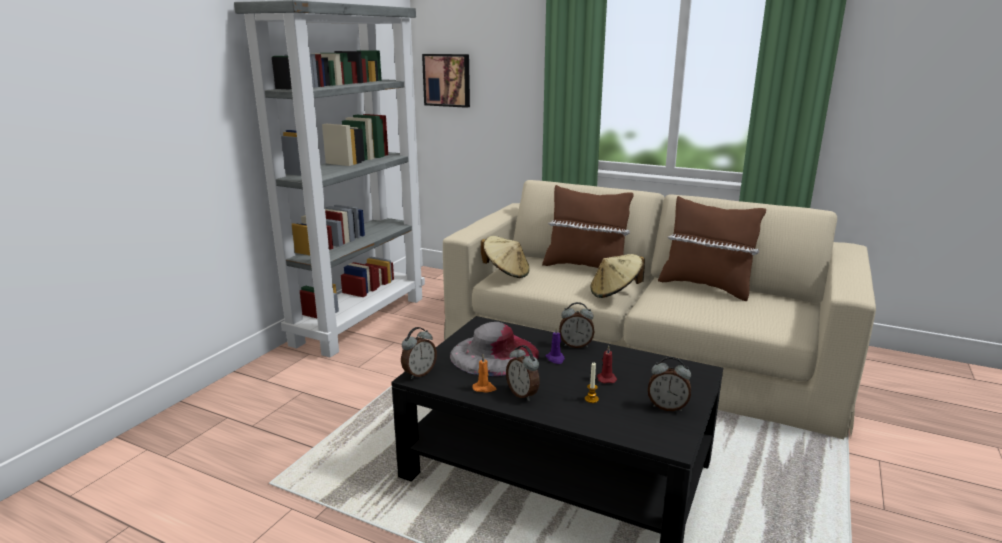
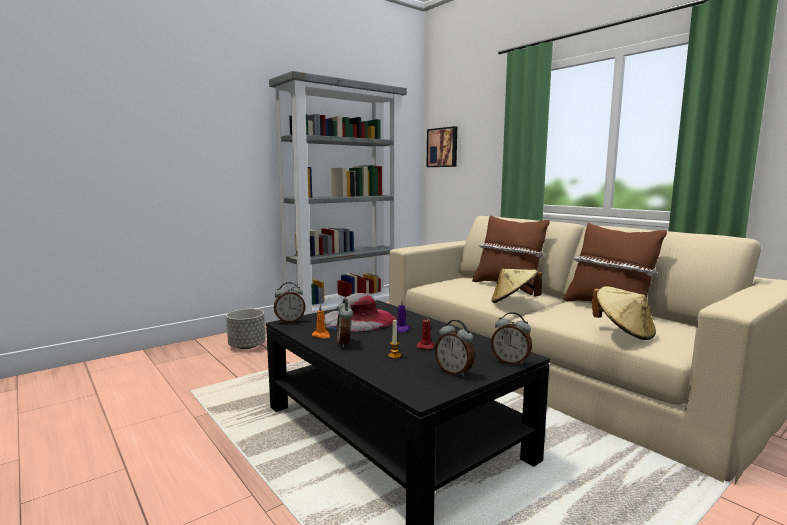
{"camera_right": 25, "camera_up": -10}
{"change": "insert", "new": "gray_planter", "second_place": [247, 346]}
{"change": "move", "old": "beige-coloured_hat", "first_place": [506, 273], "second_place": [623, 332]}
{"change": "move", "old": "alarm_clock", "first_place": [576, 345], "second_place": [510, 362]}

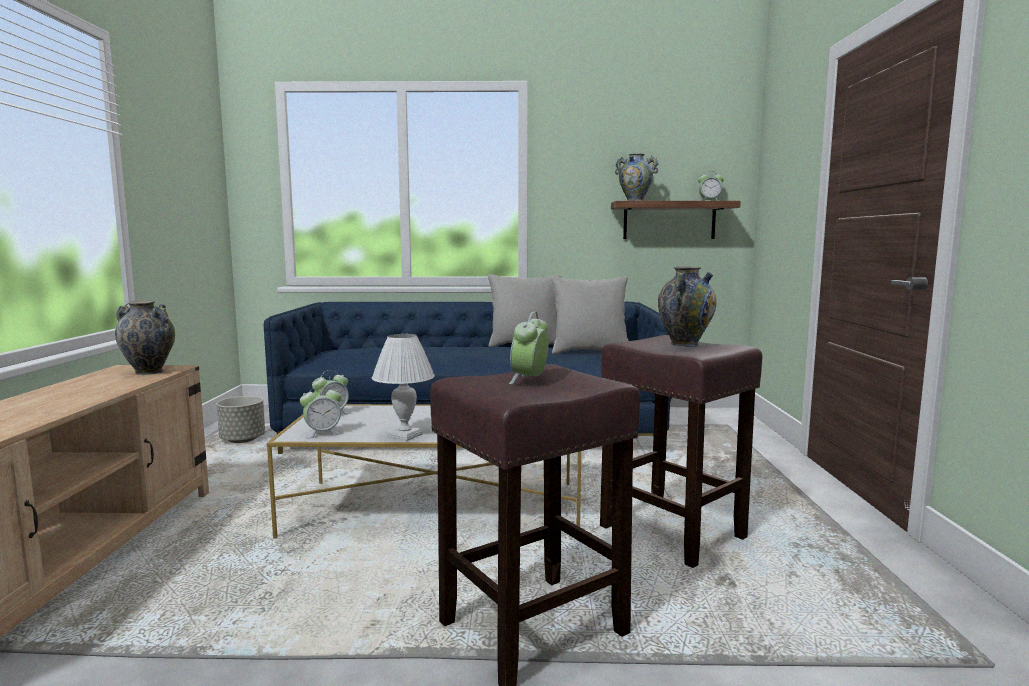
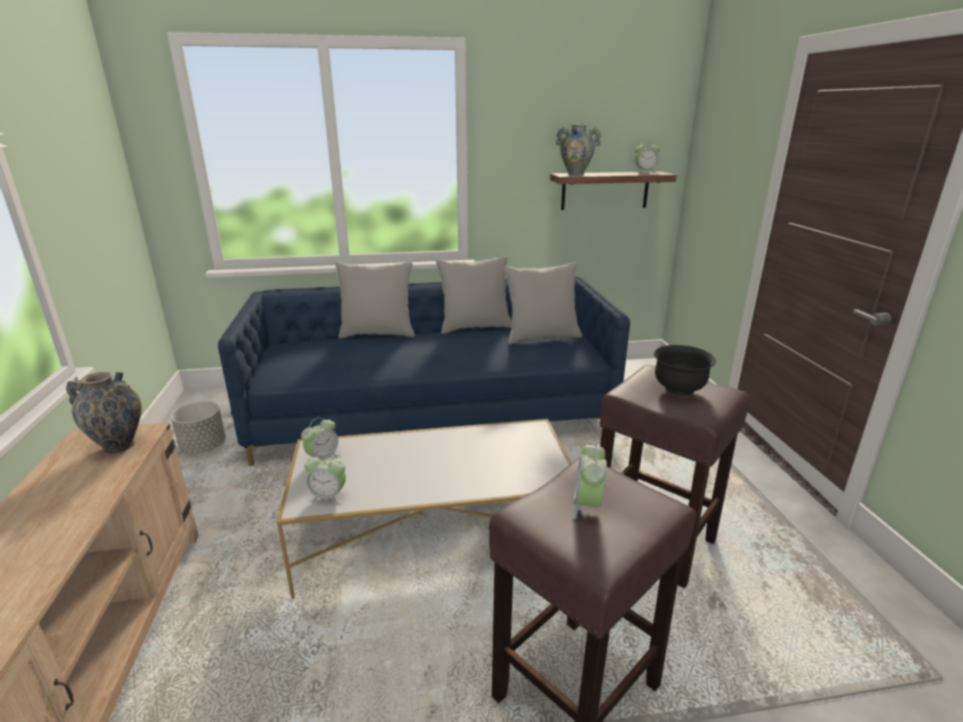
{"camera_right": -10, "camera_up": 15}
{"change": "delete", "old": "white-coloured_tabletop_lamp", "first_place": [404, 435]}
{"change": "insert", "new": "gray_throw_pillow", "second_place": [378, 334]}
{"change": "replace", "old": "vase", "new": "black_serving_bowl", "first_place": [684, 344], "second_place": [678, 389]}
{"change": "rotate", "old": "alarm_clock", "first_place": [323, 433], "second_place": [328, 497], "degrees": 45}

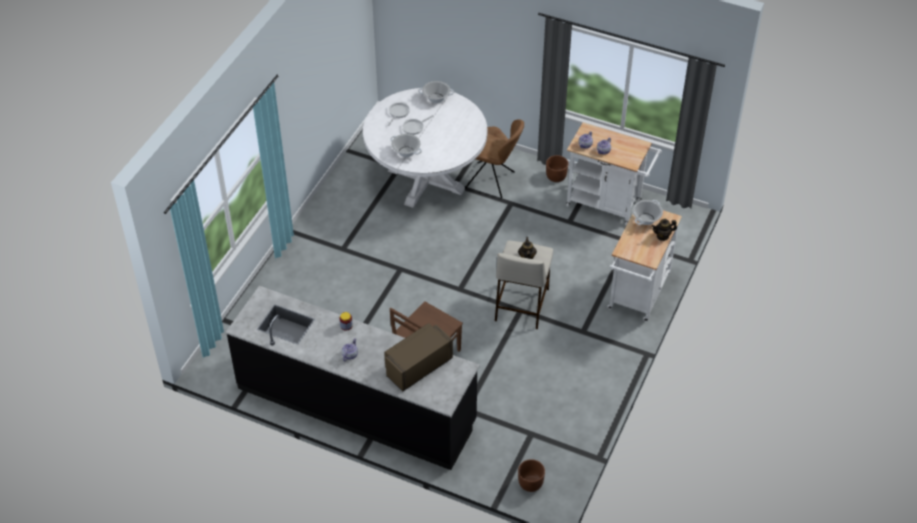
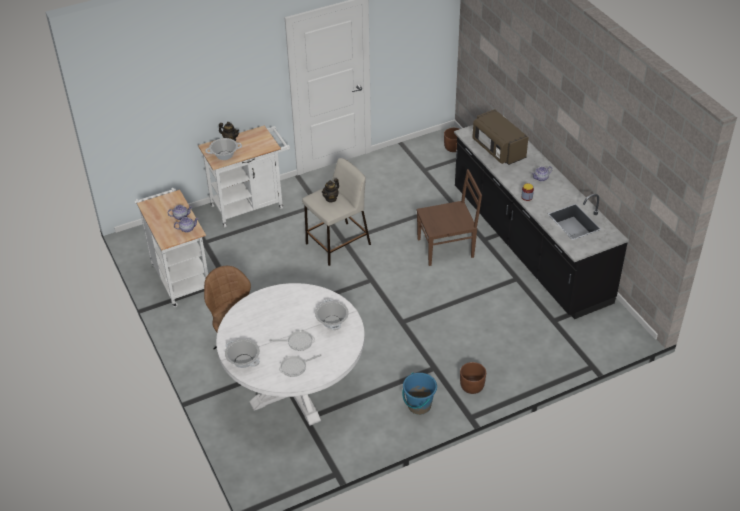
{"camera_right": -140, "camera_up": -5}
{"change": "insert", "new": "blue-coloured_bucket", "second_place": [419, 405]}
{"change": "move", "old": "brown-coloured_planter", "first_place": [556, 176], "second_place": [472, 386]}
{"change": "rotate", "old": "brown-coloured_kitchen_microwave", "first_place": [417, 366], "second_place": [498, 149], "degrees": 60}

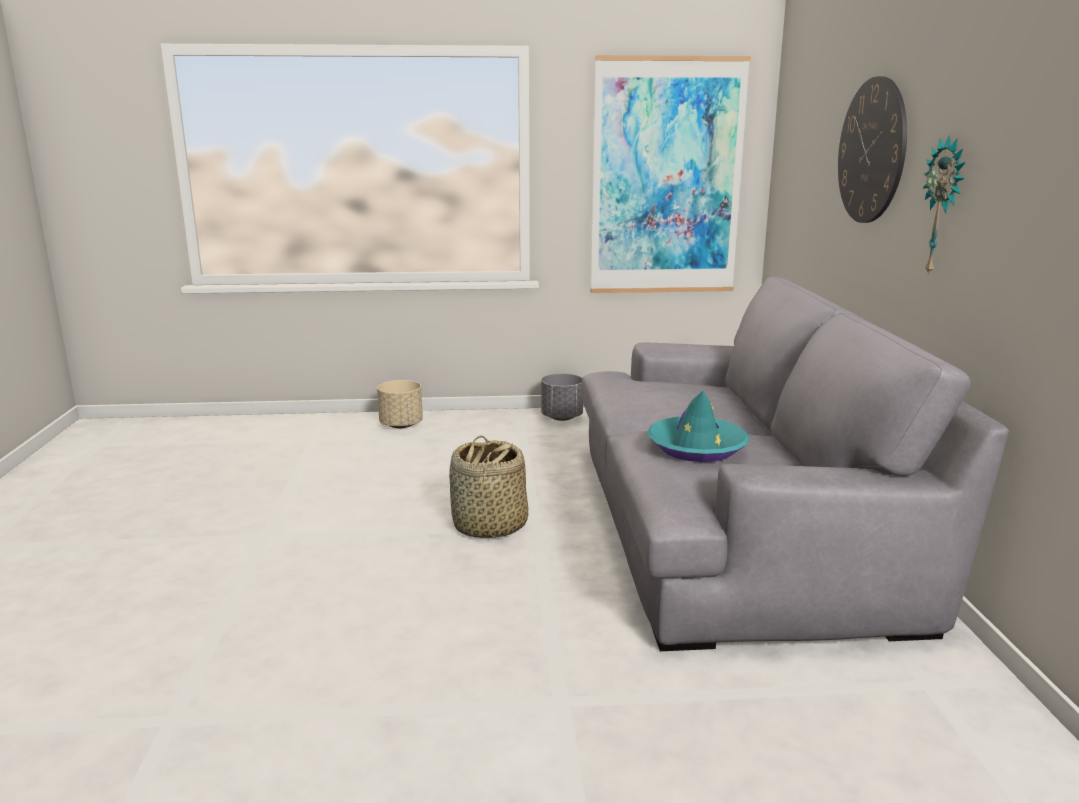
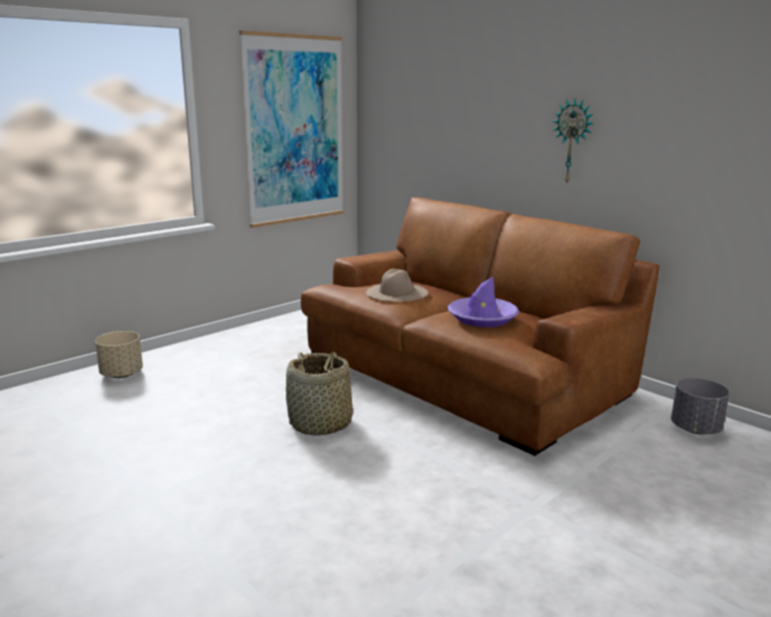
{"camera_right": -40, "camera_up": 0}
{"change": "delete", "old": "wall_clock", "first_place": [871, 151]}
{"change": "insert", "new": "beige-coloured_hat", "second_place": [396, 292]}
{"change": "move", "old": "gray_planter", "first_place": [562, 417], "second_place": [696, 429]}
{"change": "recolor", "old": "gray_couch", "new": "brown-coloured_couch", "first_place": [734, 526], "second_place": [463, 372]}
{"change": "recolor", "old": "turquoise_hat", "new": "purplish_hat", "first_place": [696, 448], "second_place": [482, 318]}

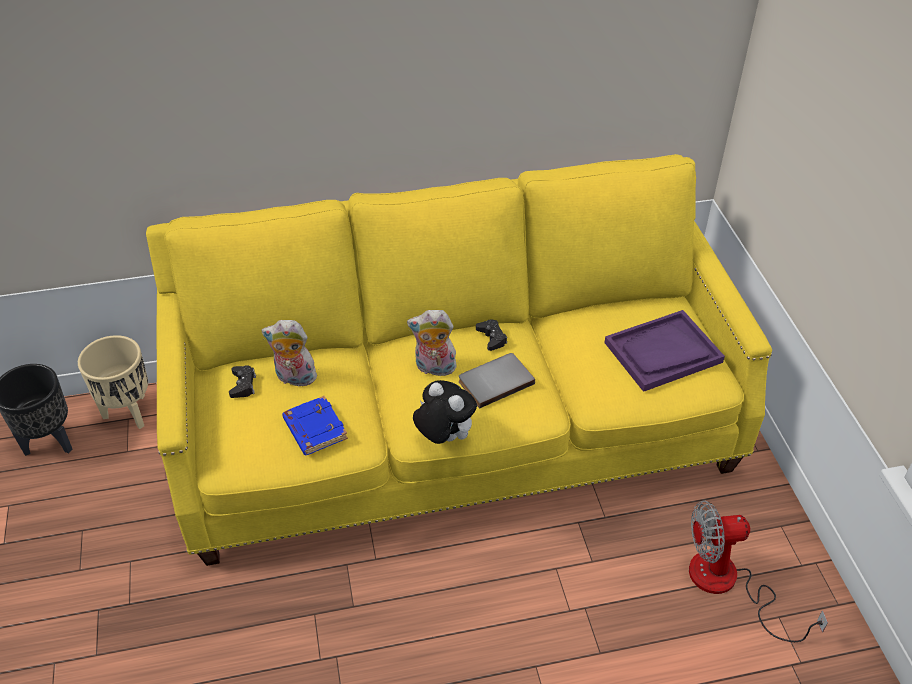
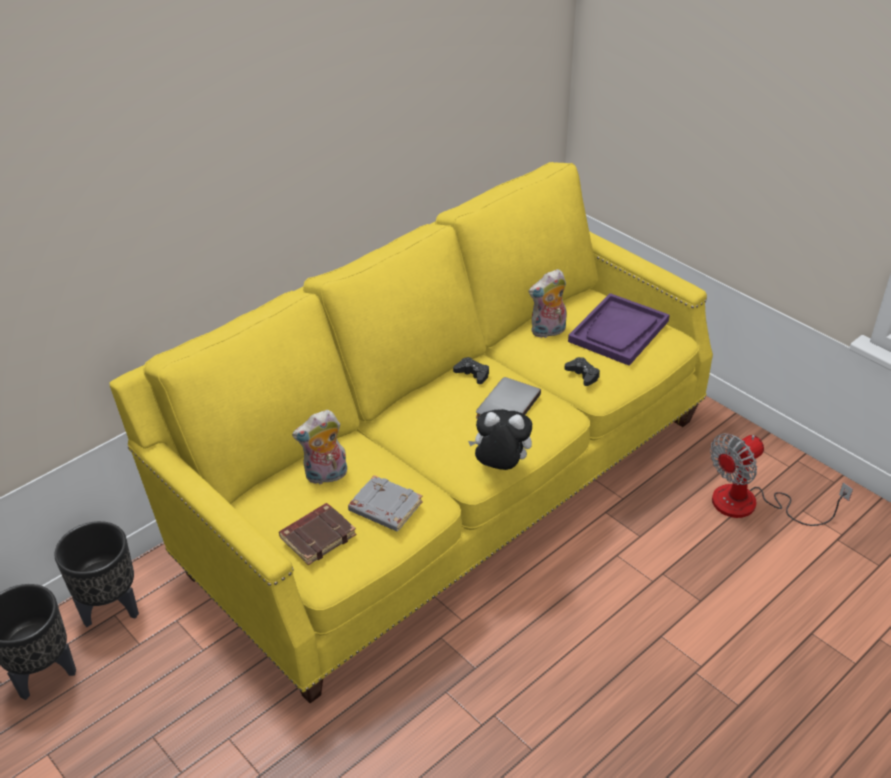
{"camera_right": -30, "camera_up": -5}
{"change": "insert", "new": "brown-coloured_volume", "second_place": [318, 536]}
{"change": "move", "old": "black_game_controller", "first_place": [243, 385], "second_place": [583, 375]}
{"change": "move", "old": "soft_toy", "first_place": [434, 368], "second_place": [548, 332]}
{"change": "recolor", "old": "beige-coloured_planter", "new": "black_planter", "first_place": [129, 412], "second_place": [111, 608]}
{"change": "recolor", "old": "blue-coloured_volume", "new": "gray_volume", "first_place": [314, 429], "second_place": [384, 508]}

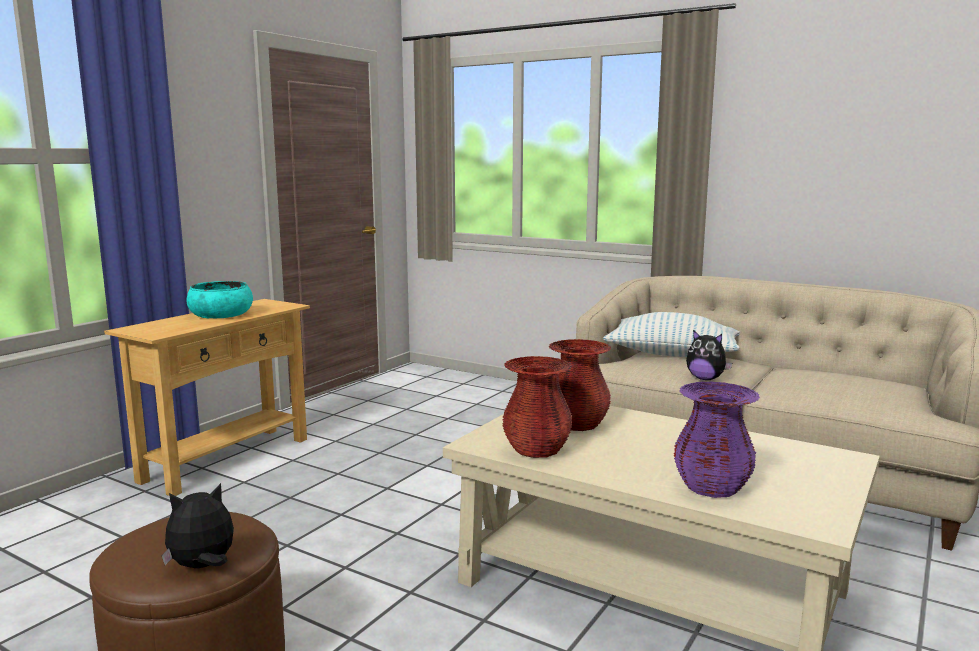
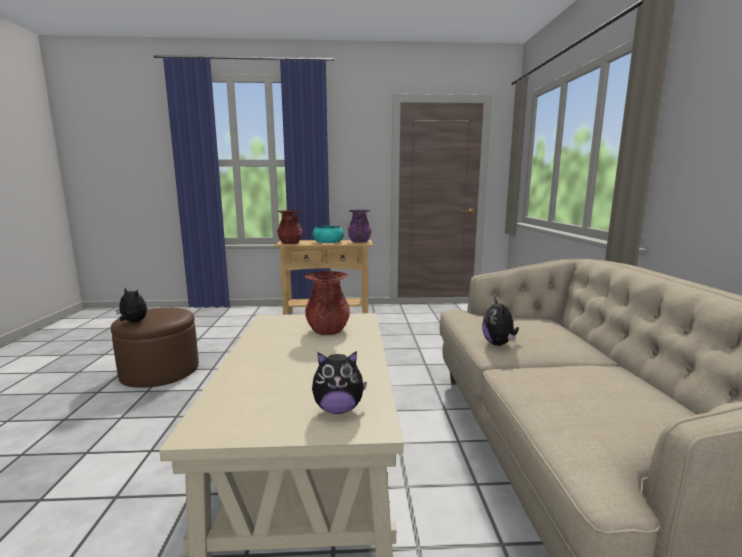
{"camera_right": 55, "camera_up": 0}
{"change": "delete", "old": "throw_pillow", "first_place": [671, 354]}
{"change": "insert", "new": "soft_toy", "second_place": [338, 409]}
{"change": "move", "old": "reddish_vase", "first_place": [536, 450], "second_place": [290, 243]}
{"change": "move", "old": "purplish_vase", "first_place": [712, 488], "second_place": [359, 241]}

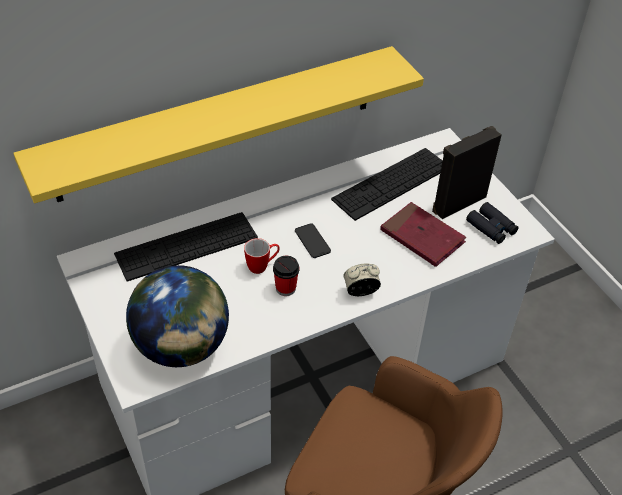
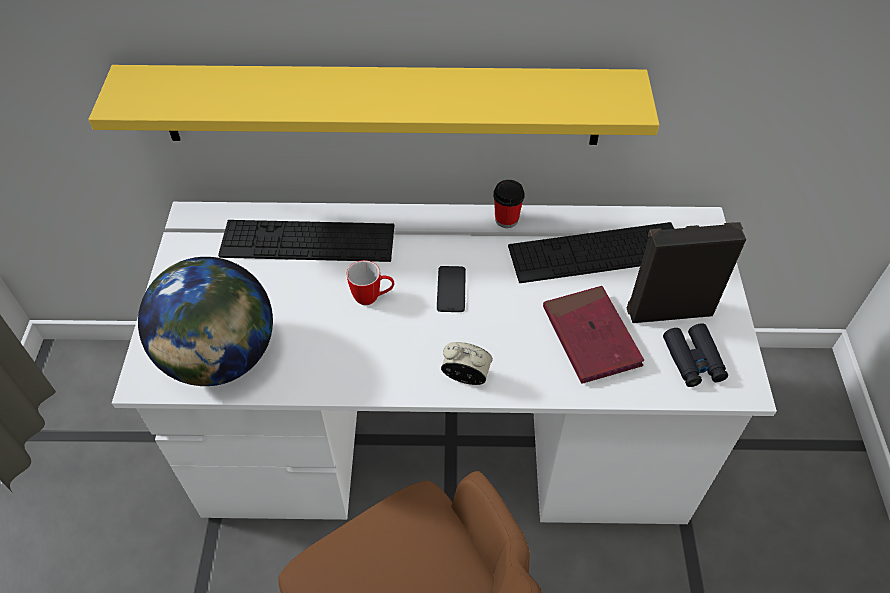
{"camera_right": 30, "camera_up": 5}
{"change": "move", "old": "drinking_cup", "first_place": [285, 288], "second_place": [506, 219]}

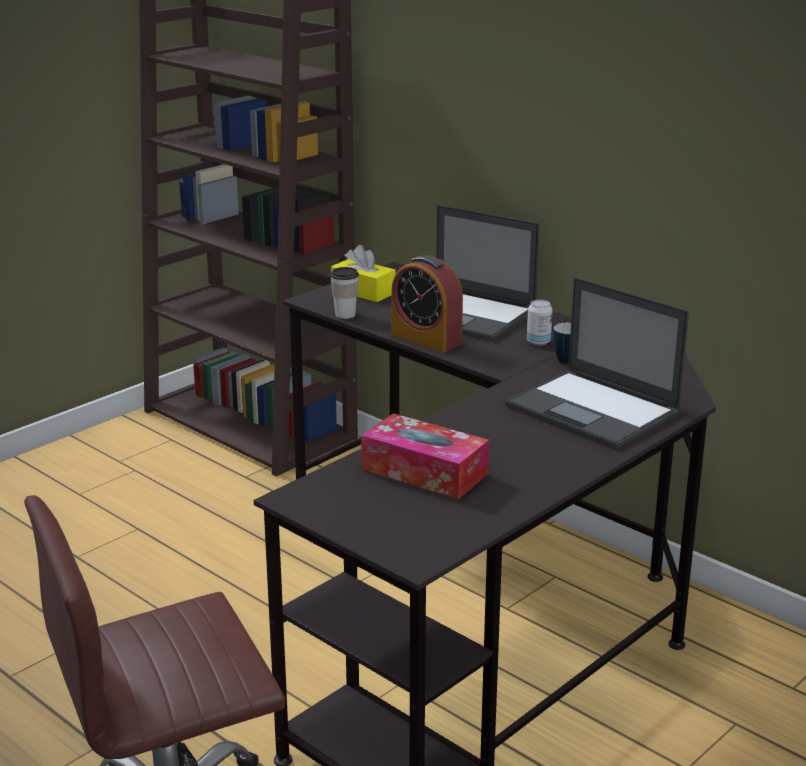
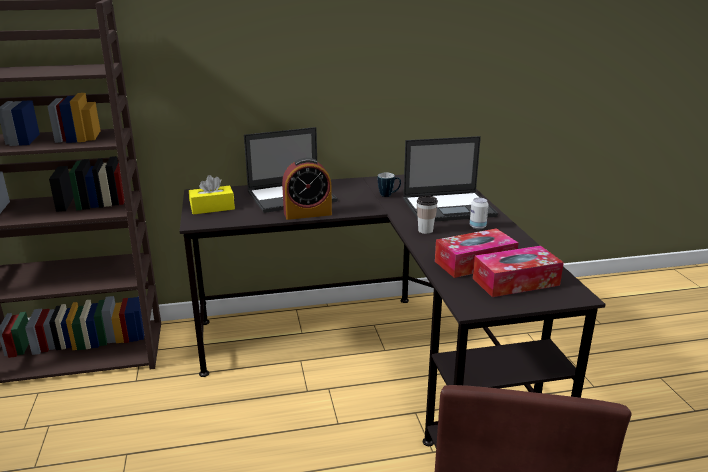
{"camera_right": -55, "camera_up": 0}
{"change": "insert", "new": "tissue_holder", "second_place": [515, 282]}
{"change": "move", "old": "drinking_cup", "first_place": [345, 315], "second_place": [425, 230]}
{"change": "move", "old": "metal_can", "first_place": [538, 342], "second_place": [477, 227]}

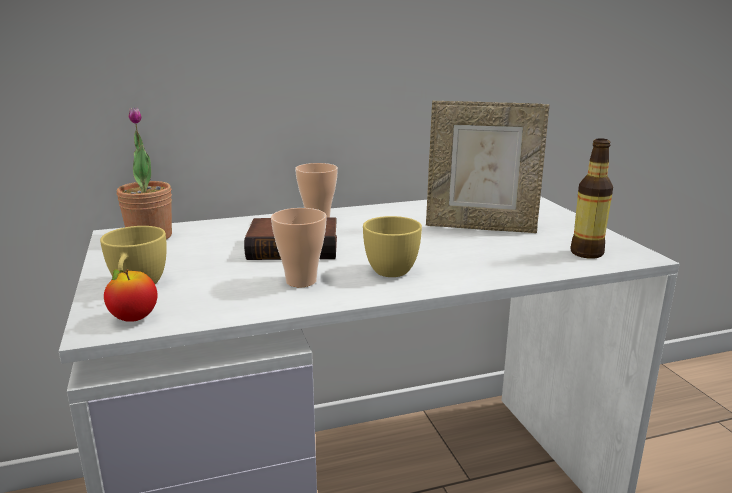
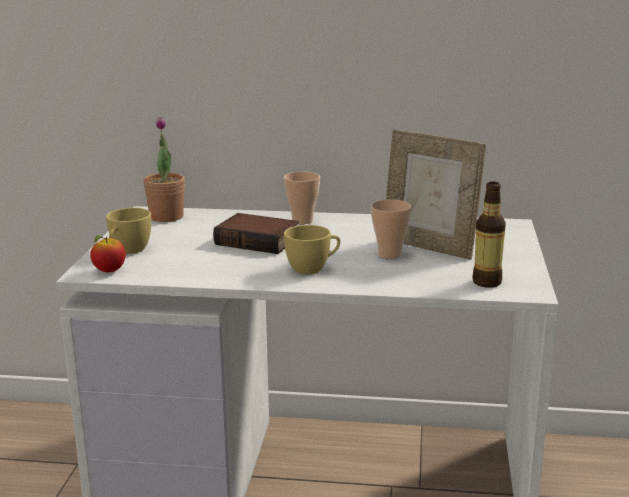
{"camera_right": 25, "camera_up": 0}
{"change": "move", "old": "drinking_cup", "first_place": [301, 281], "second_place": [389, 254]}

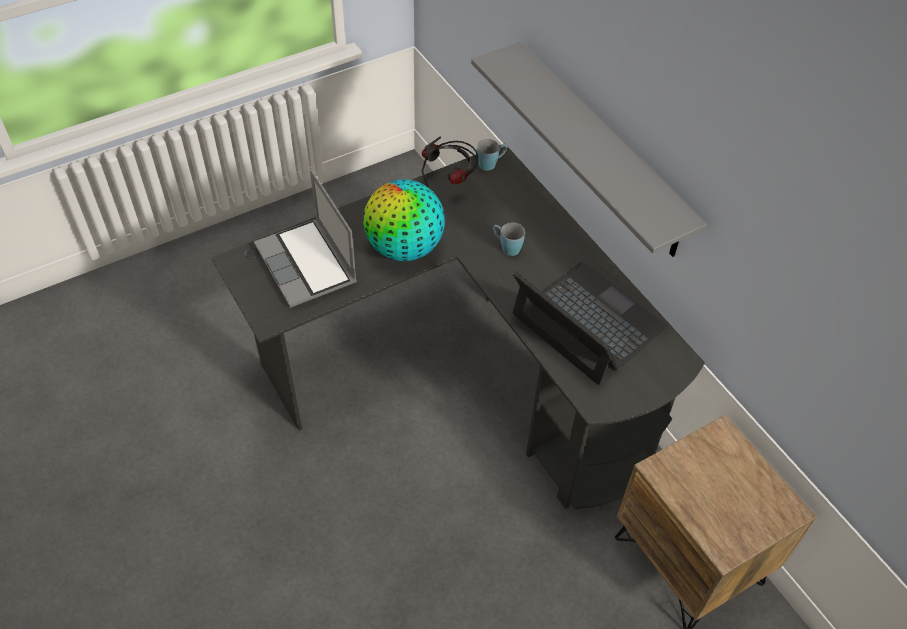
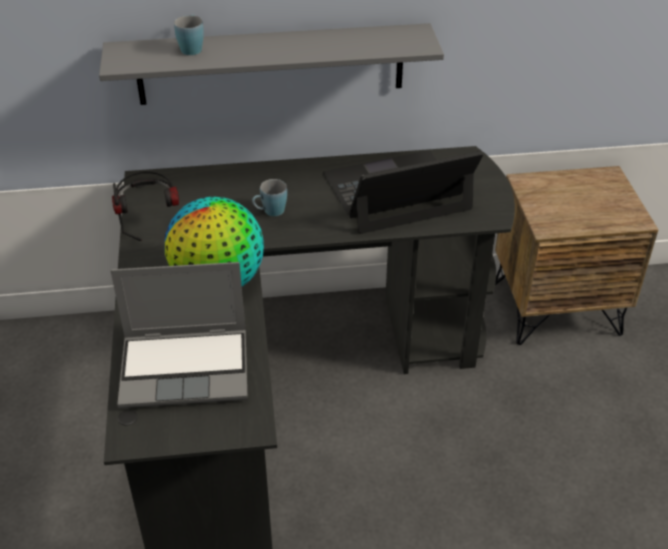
{"camera_right": -65, "camera_up": -10}
{"change": "move", "old": "blue-coloured_coffee_mug", "first_place": [491, 163], "second_place": [192, 47]}

